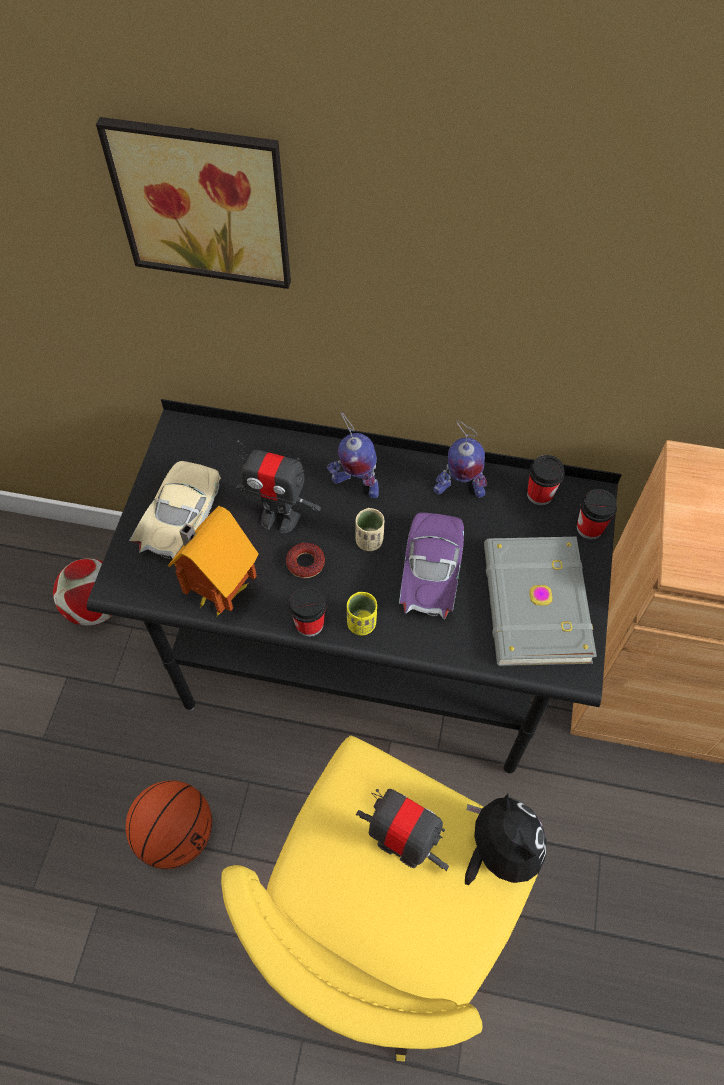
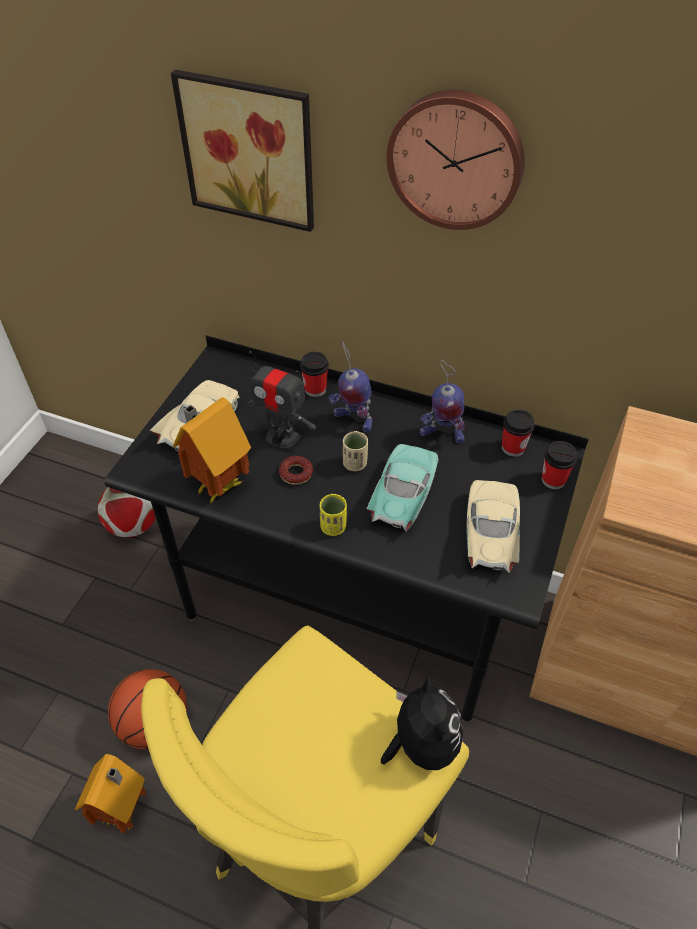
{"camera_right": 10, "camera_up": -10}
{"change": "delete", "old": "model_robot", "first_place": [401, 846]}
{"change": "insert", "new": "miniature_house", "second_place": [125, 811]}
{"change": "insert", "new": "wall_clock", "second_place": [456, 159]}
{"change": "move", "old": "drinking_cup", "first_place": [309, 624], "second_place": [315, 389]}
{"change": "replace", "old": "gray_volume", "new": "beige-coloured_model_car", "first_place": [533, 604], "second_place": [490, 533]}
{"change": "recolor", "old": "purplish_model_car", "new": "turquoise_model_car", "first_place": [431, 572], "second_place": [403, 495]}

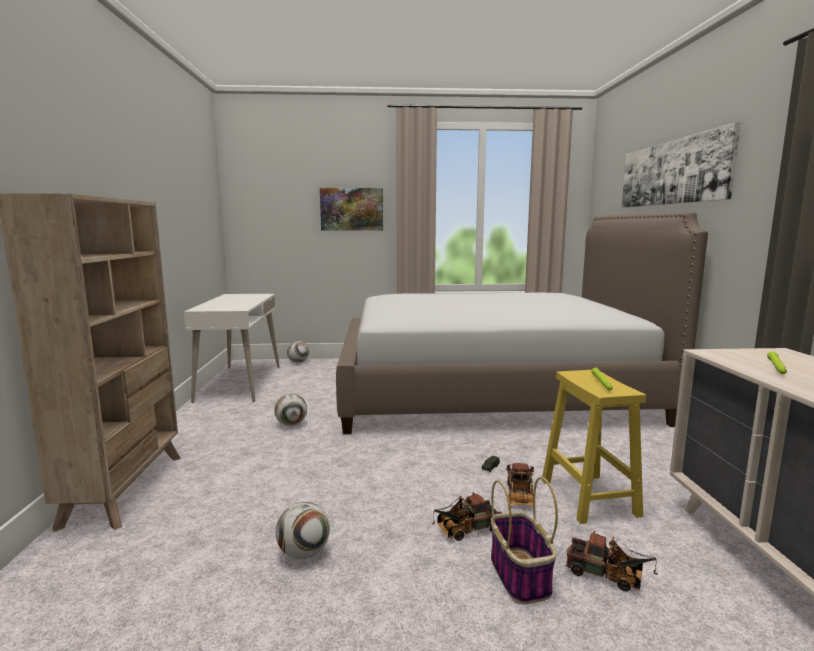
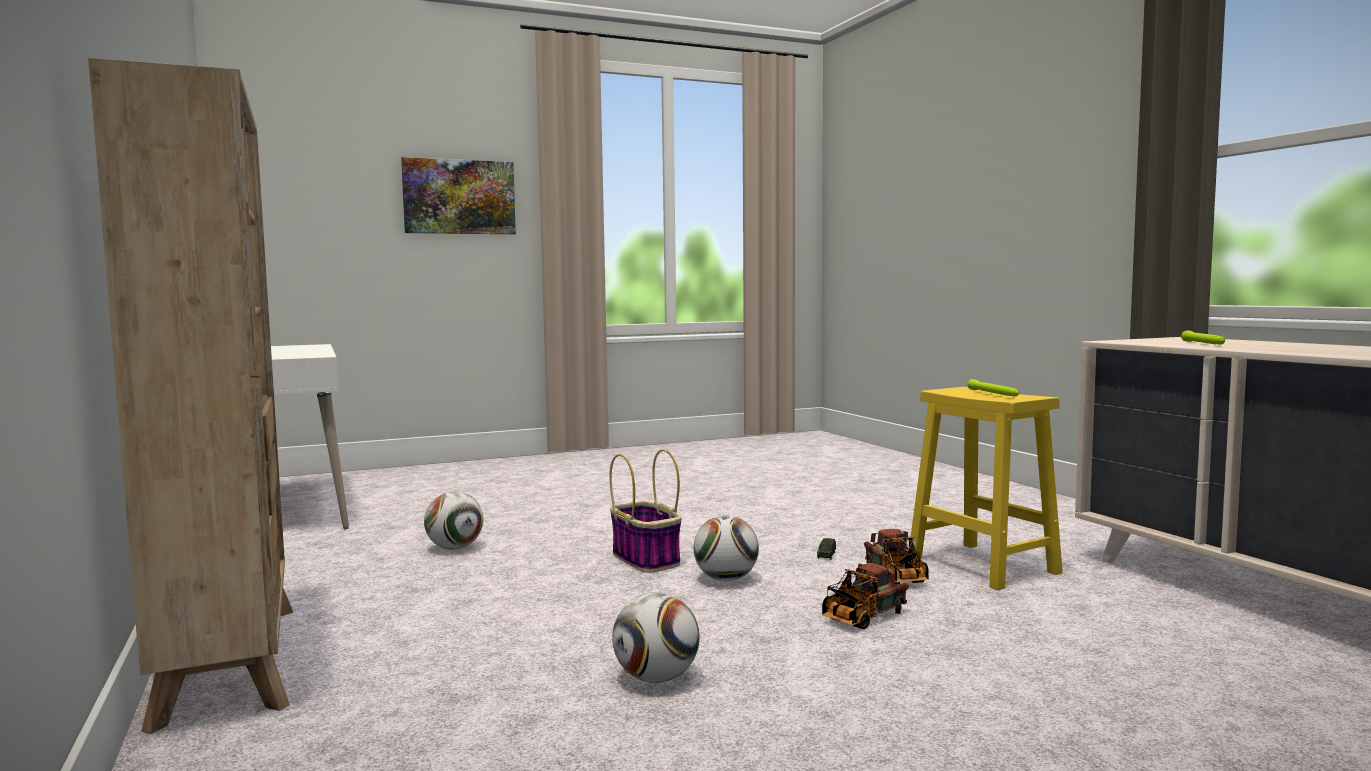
{"camera_right": -20, "camera_up": -5}
{"change": "delete", "old": "bedroom_bed", "first_place": [489, 391]}
{"change": "delete", "old": "toy_truck", "first_place": [608, 576]}
{"change": "delete", "old": "wall_art", "first_place": [672, 173]}
{"change": "move", "old": "football_ball", "first_place": [298, 362], "second_place": [726, 579]}
{"change": "move", "old": "household_basket", "first_place": [520, 576], "second_place": [646, 560]}

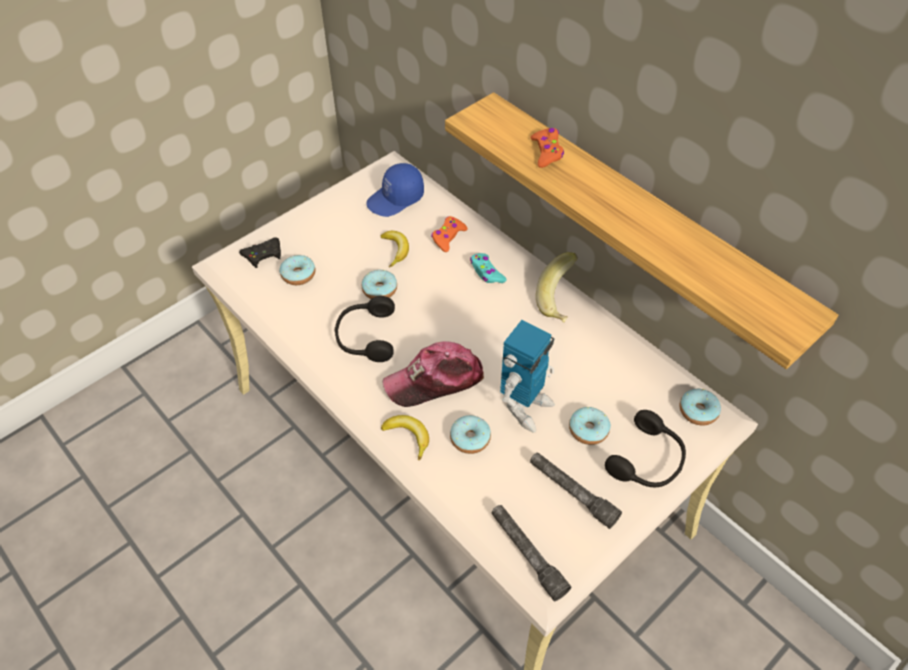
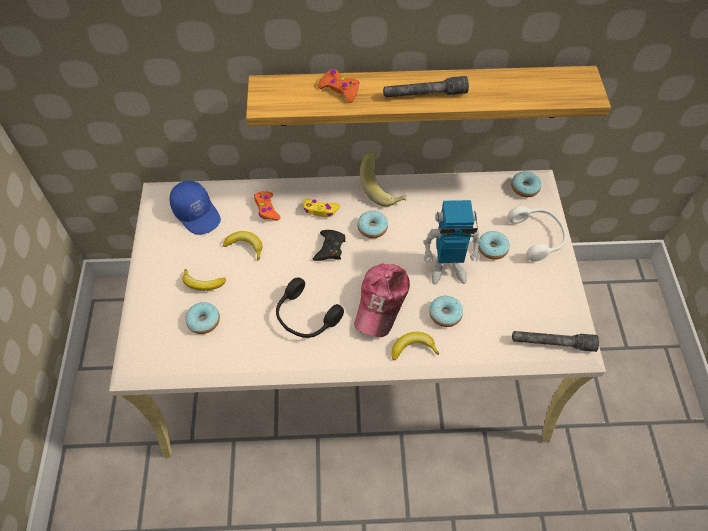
{"camera_right": -50, "camera_up": 5}
{"change": "insert", "new": "banana_fruit", "second_place": [202, 283]}
{"change": "move", "old": "black_game_controller", "first_place": [263, 255], "second_place": [330, 248]}
{"change": "move", "old": "donut", "first_place": [379, 289], "second_place": [372, 228]}
{"change": "move", "old": "gray_hand_torch", "first_place": [572, 492], "second_place": [424, 94]}
{"change": "recolor", "old": "turquoise_game_controller", "new": "yellow-coloured_game_controller", "first_place": [486, 272], "second_place": [320, 210]}
{"change": "recolor", "old": "black_headphones", "new": "white-coloured_headphones", "first_place": [648, 461], "second_place": [537, 236]}
{"change": "rotate", "old": "blue-coloured_peaked_cap", "first_place": [396, 199], "second_place": [197, 213], "degrees": -45}
{"change": "rotate", "old": "model_robot", "first_place": [525, 407], "second_place": [447, 268], "degrees": 105}

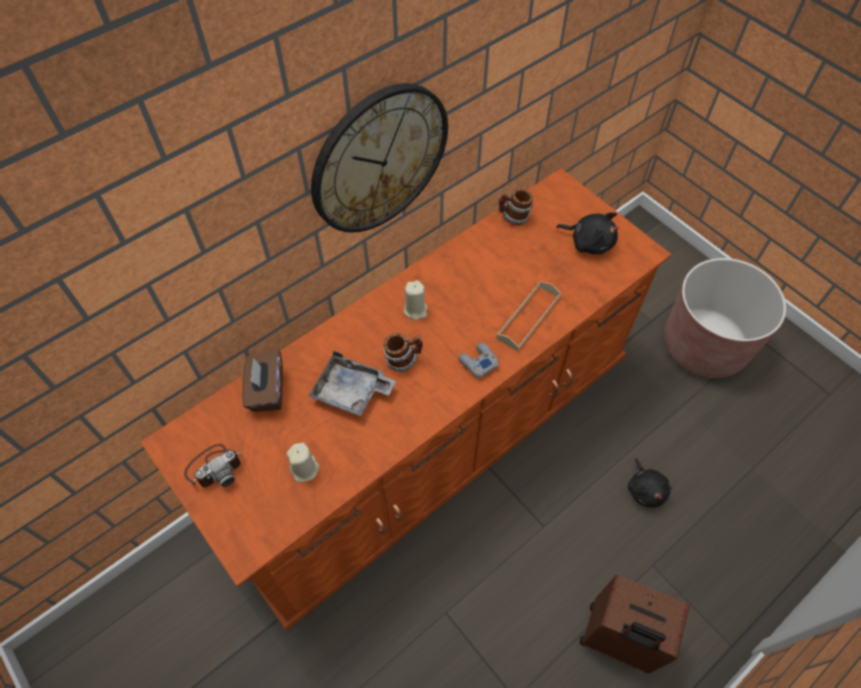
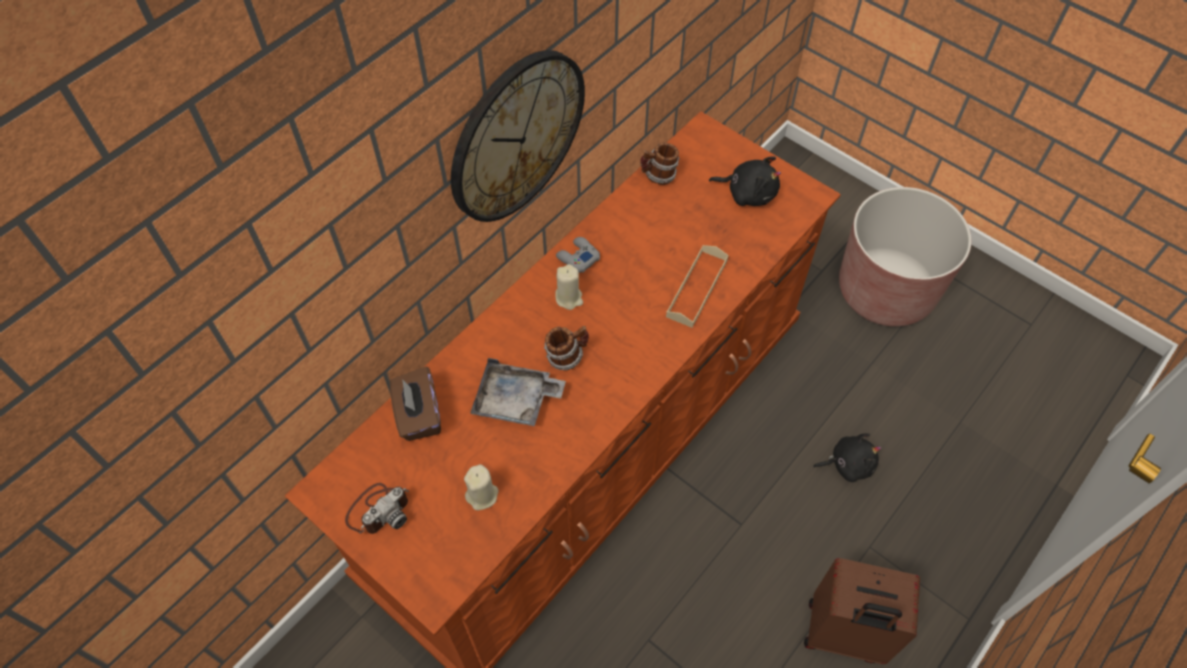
{"camera_right": -10, "camera_up": 0}
{"change": "move", "old": "gray_game_controller", "first_place": [478, 362], "second_place": [577, 258]}
{"change": "rotate", "old": "black_soft_toy", "first_place": [645, 489], "second_place": [848, 464], "degrees": -75}

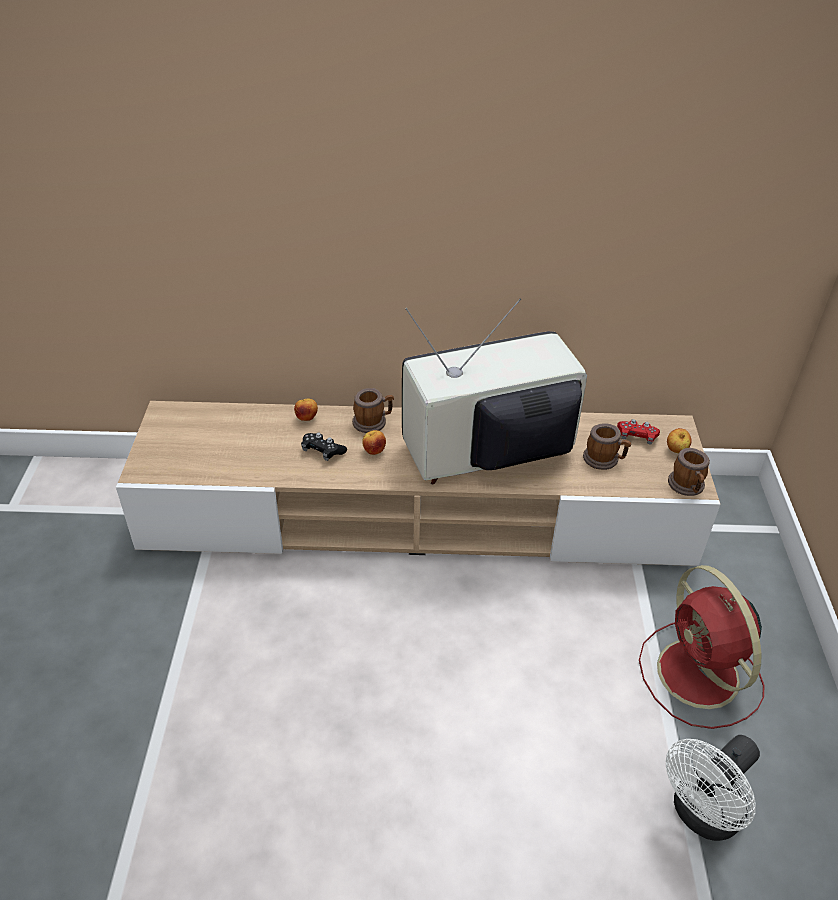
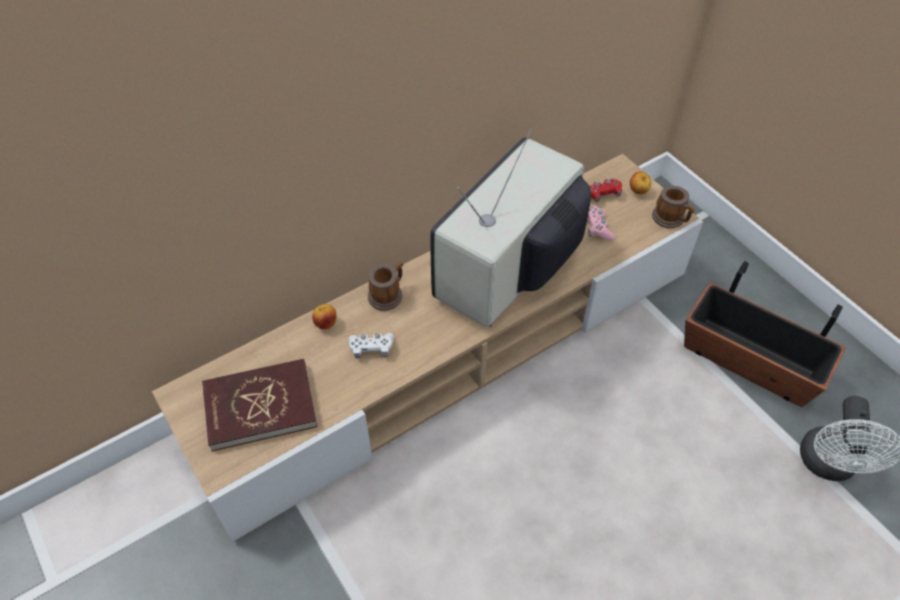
{"camera_right": -35, "camera_up": 10}
{"change": "delete", "old": "apple_fruit", "first_place": [374, 451]}
{"change": "insert", "new": "reddish_volume", "second_place": [260, 406]}
{"change": "replace", "old": "coffee_mug", "new": "pink_game_controller", "first_place": [604, 459], "second_place": [596, 228]}
{"change": "replace", "old": "reddish_fan", "new": "planter", "first_place": [700, 676], "second_place": [749, 362]}
{"change": "recolor", "old": "black_game_controller", "new": "white-coloured_game_controller", "first_place": [323, 451], "second_place": [371, 348]}

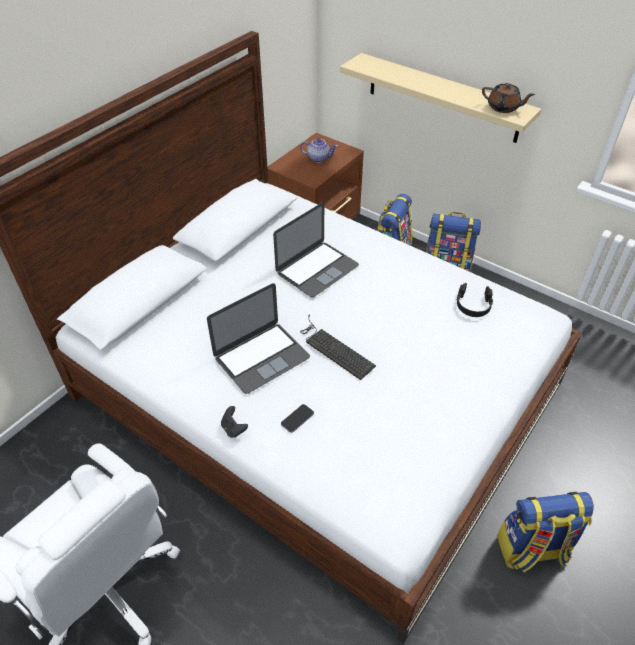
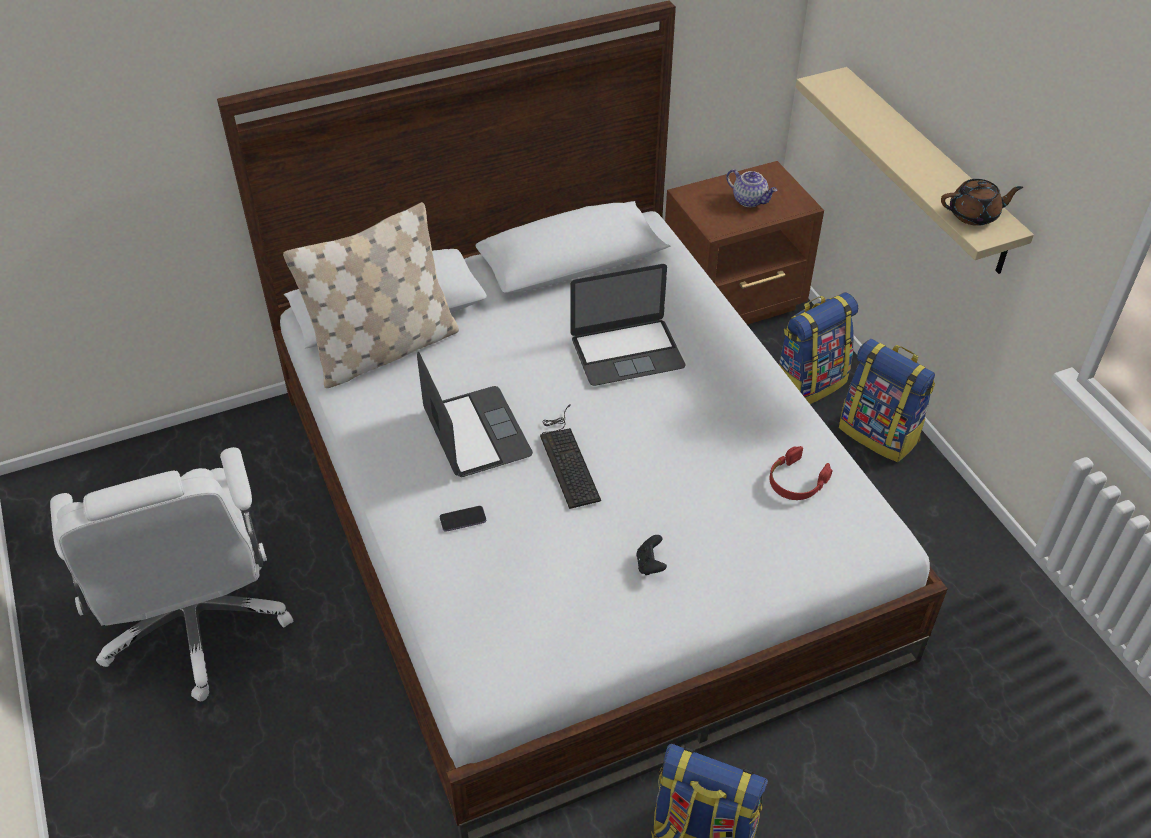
{"camera_right": 30, "camera_up": 0}
{"change": "insert", "new": "beige-coloured_throw_pillow", "second_place": [384, 349]}
{"change": "move", "old": "black_game_controller", "first_place": [234, 429], "second_place": [650, 564]}
{"change": "recolor", "old": "black_headphones", "new": "reddish_headphones", "first_place": [473, 305], "second_place": [796, 481]}
{"change": "rotate", "old": "notebook_computer", "first_place": [261, 357], "second_place": [476, 432], "degrees": -105}
{"change": "rotate", "old": "brown-coloured_teapot", "first_place": [503, 108], "second_place": [974, 215], "degrees": -60}

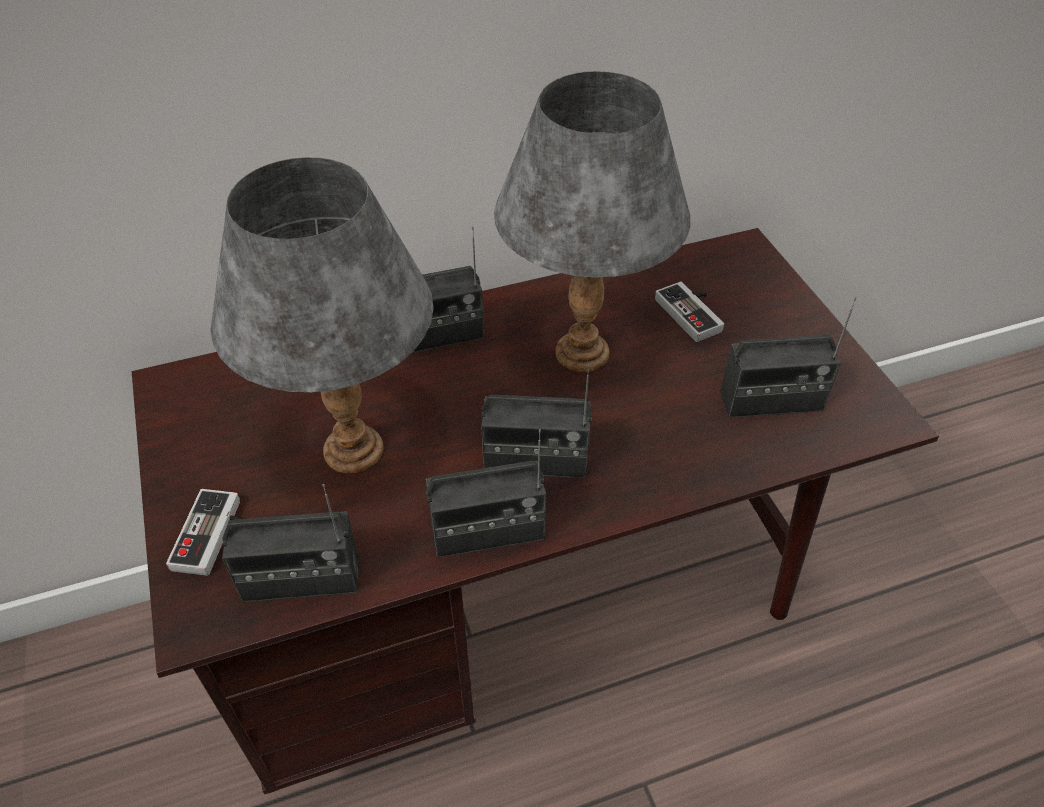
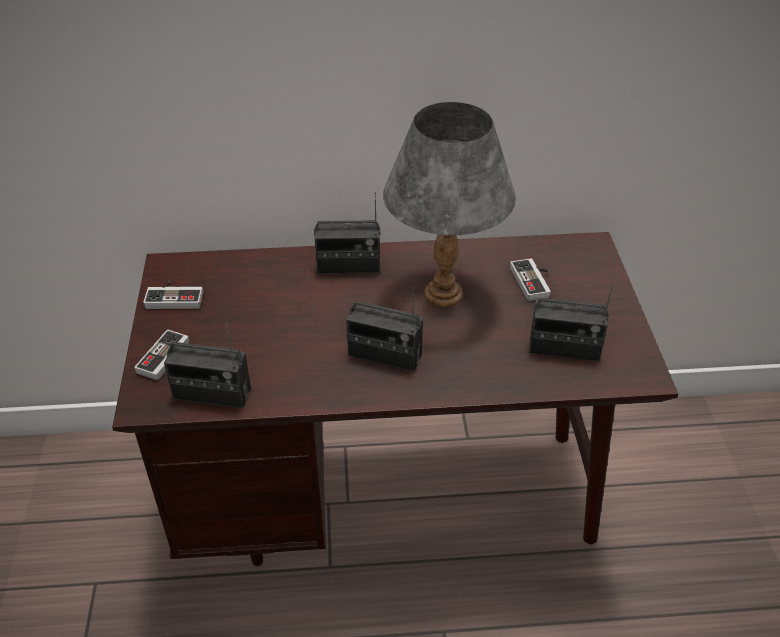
{"camera_right": 15, "camera_up": -5}
{"change": "delete", "old": "gray_tabletop_lamp", "first_place": [352, 449]}
{"change": "delete", "old": "radio_receiver", "first_place": [488, 532]}
{"change": "insert", "new": "game_controller", "second_place": [175, 297]}

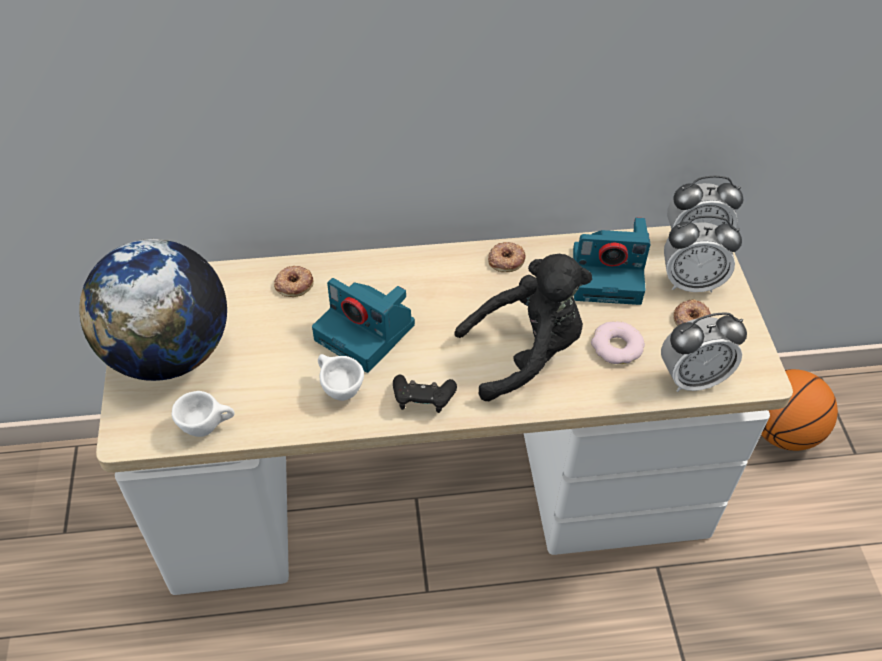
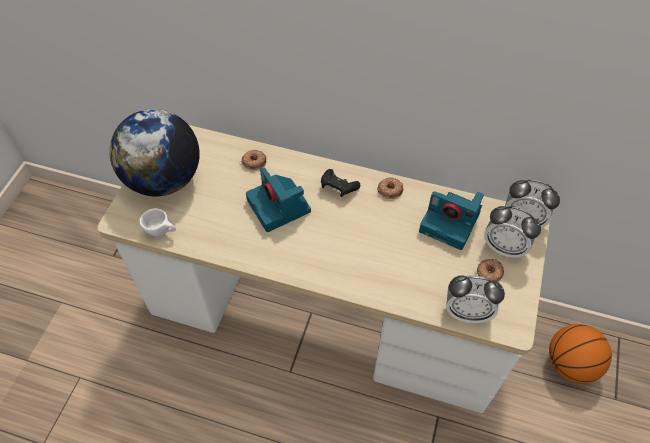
{"camera_right": 25, "camera_up": 5}
{"change": "delete", "old": "white-coloured_drinking_cup", "first_place": [338, 390]}
{"change": "delete", "old": "black_soft_toy", "first_place": [525, 353]}
{"change": "delete", "old": "donut", "first_place": [616, 347]}
{"change": "move", "old": "black_game_controller", "first_place": [423, 400], "second_place": [338, 188]}

